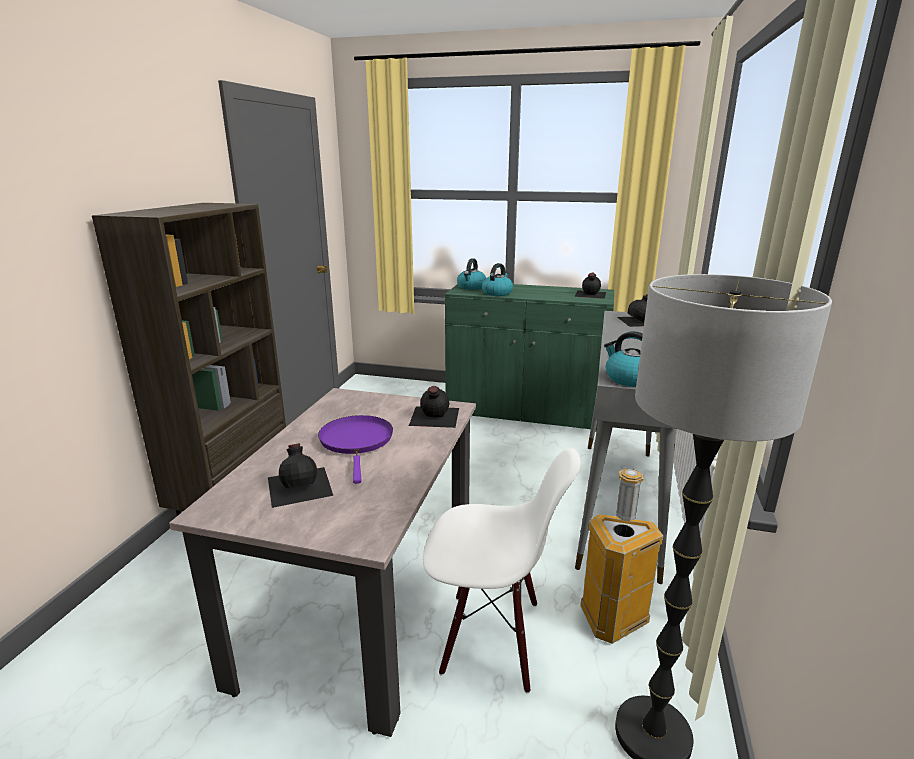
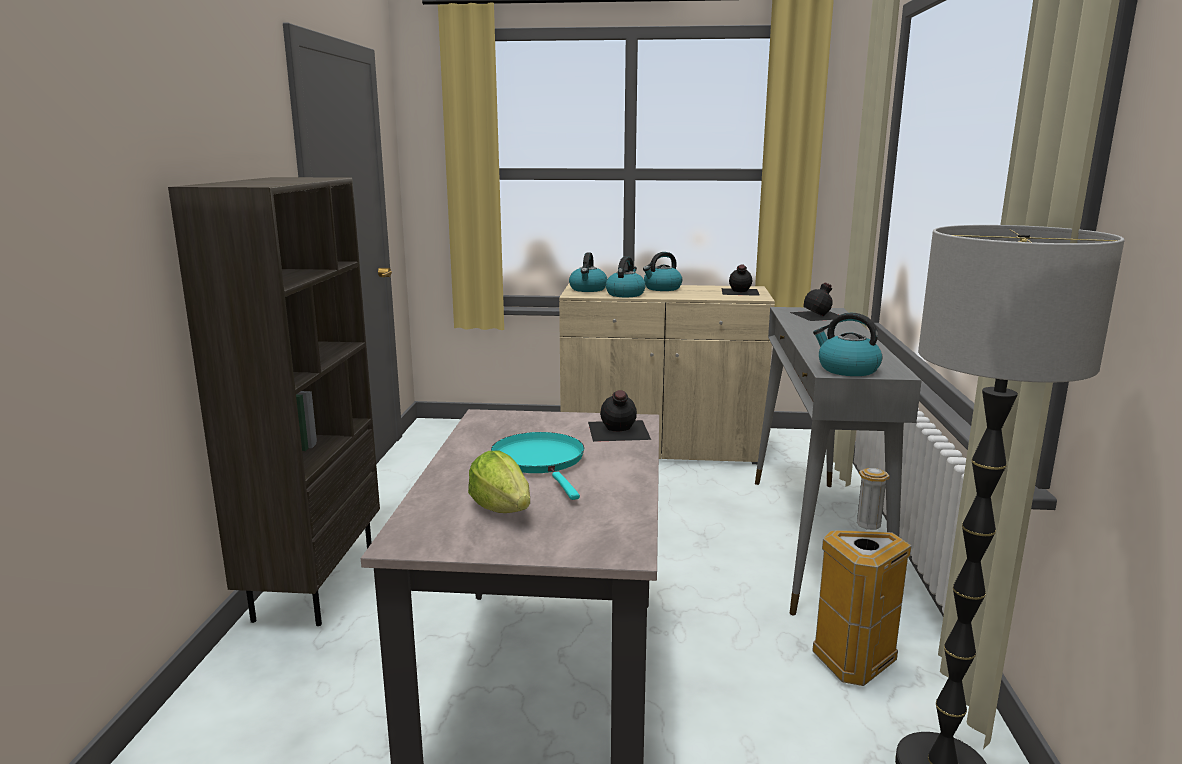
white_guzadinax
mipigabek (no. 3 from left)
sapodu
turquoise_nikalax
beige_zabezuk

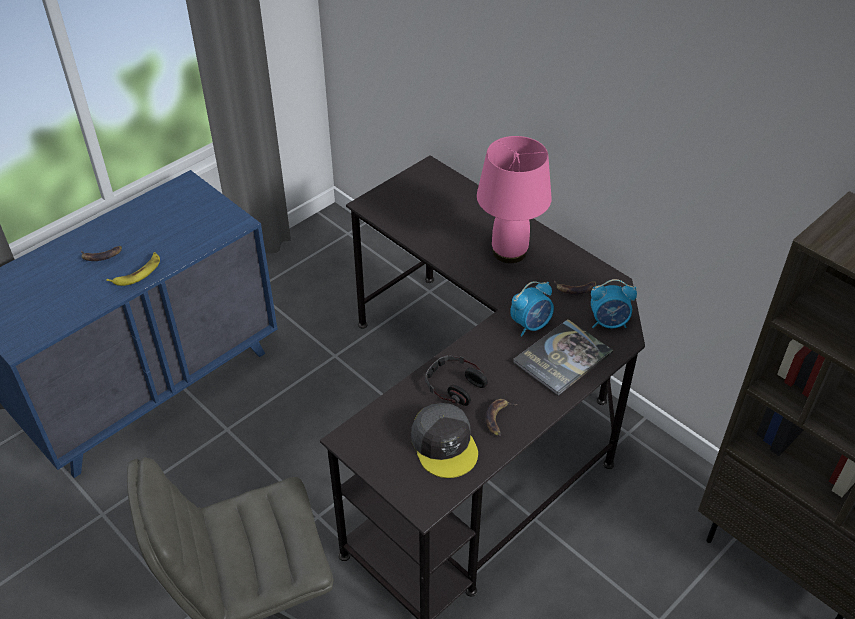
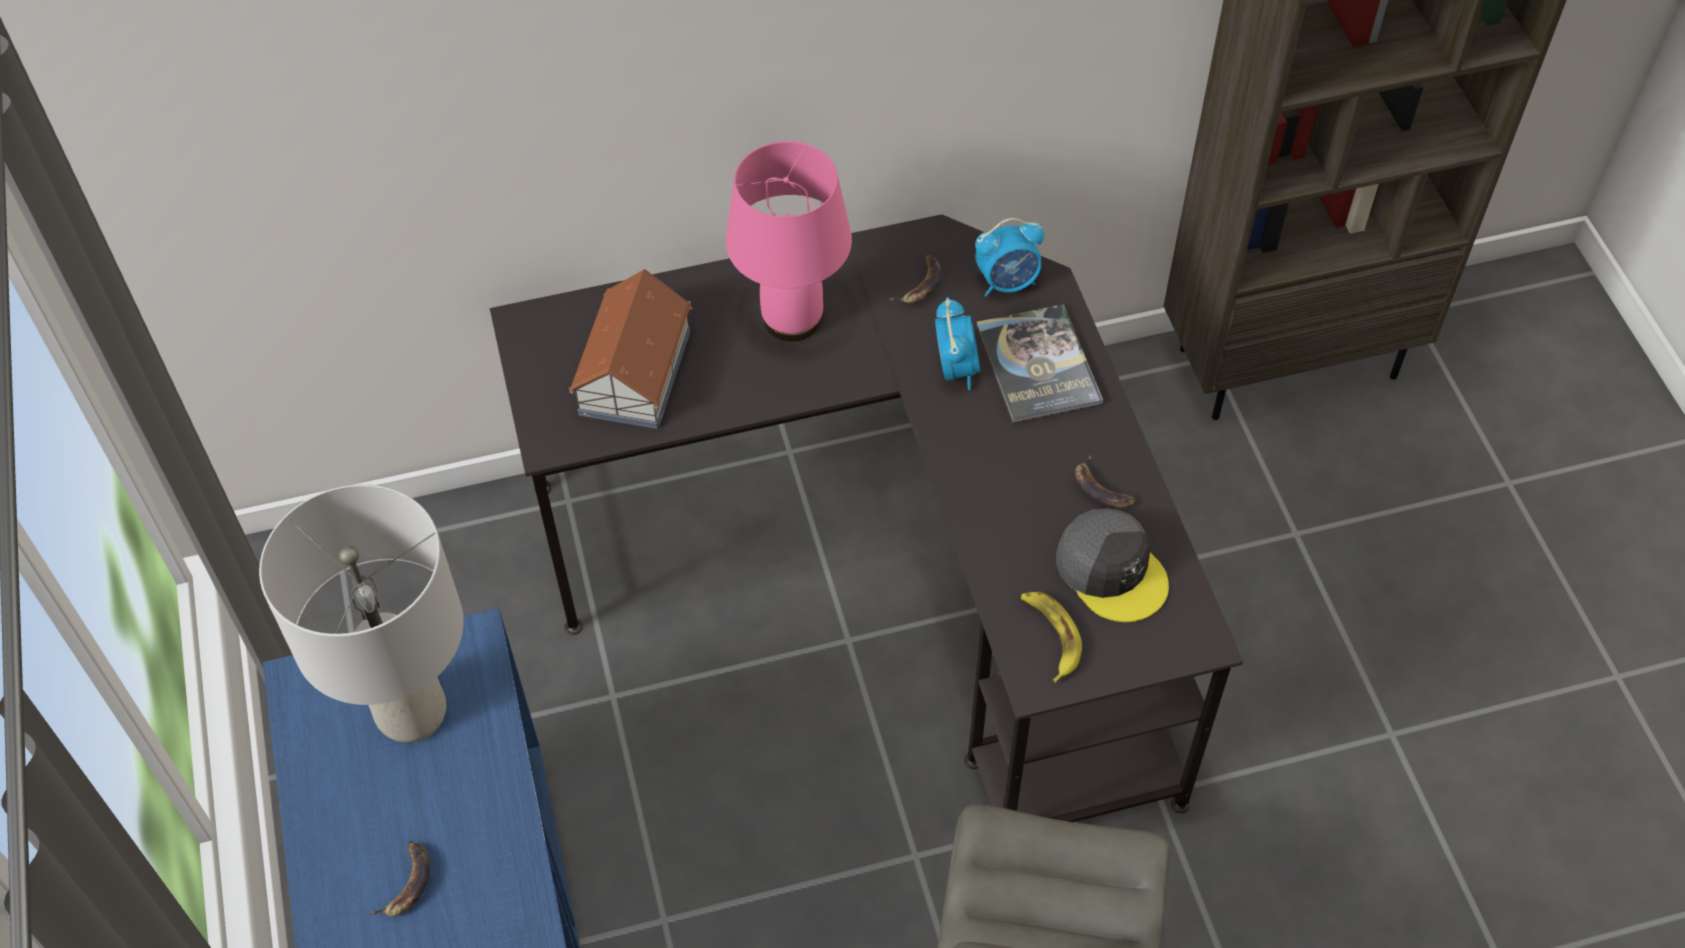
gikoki
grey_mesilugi
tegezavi
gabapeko (no. 3 from left)
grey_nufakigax
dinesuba (no. 2 from left)

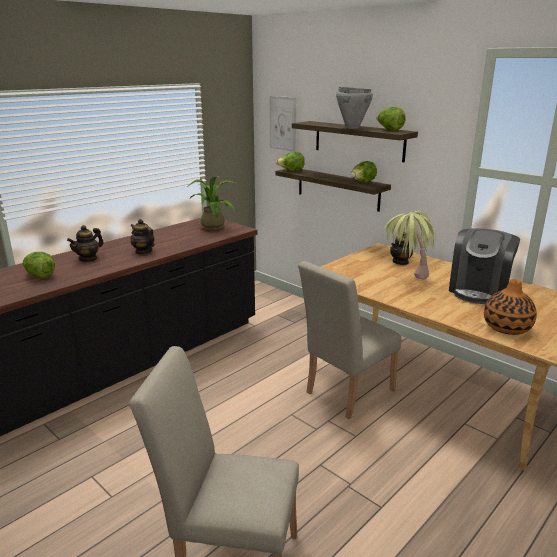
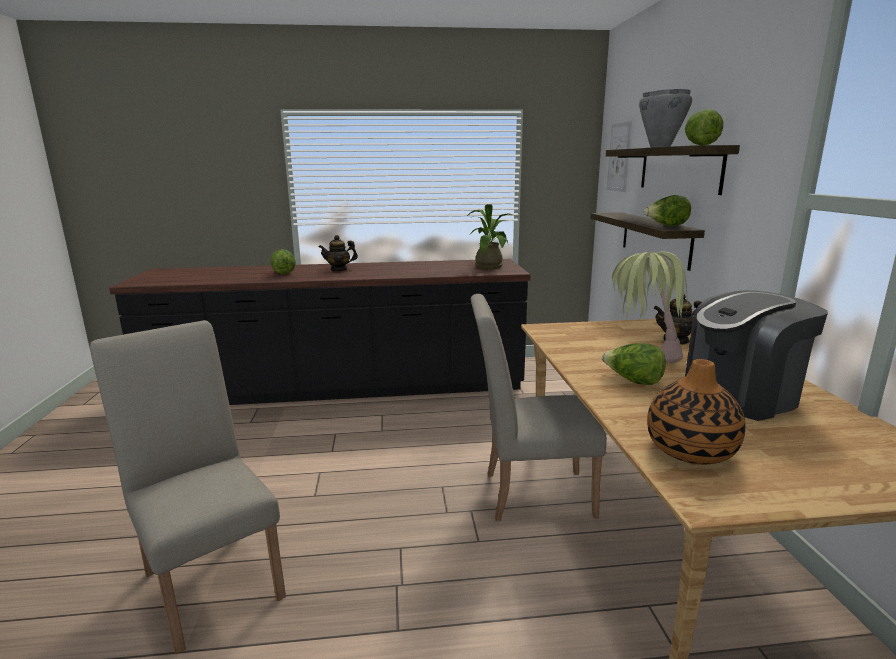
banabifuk (no. 2 from left in the first image)
sapodu (no. 2 from left)

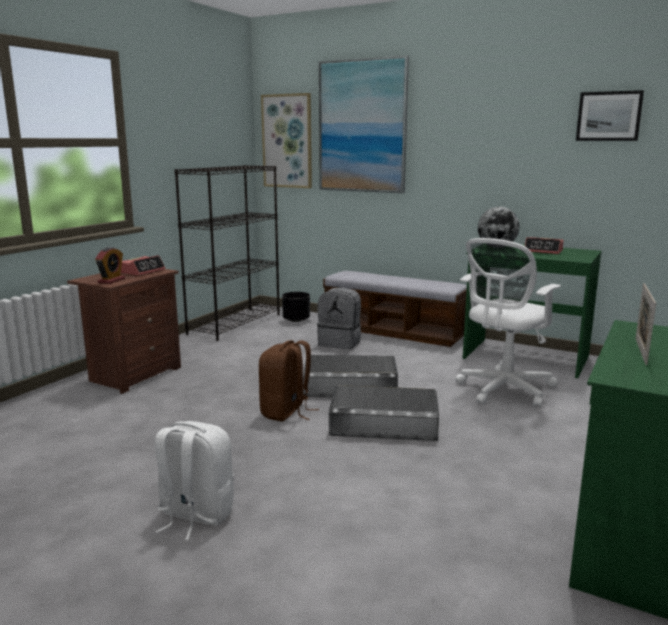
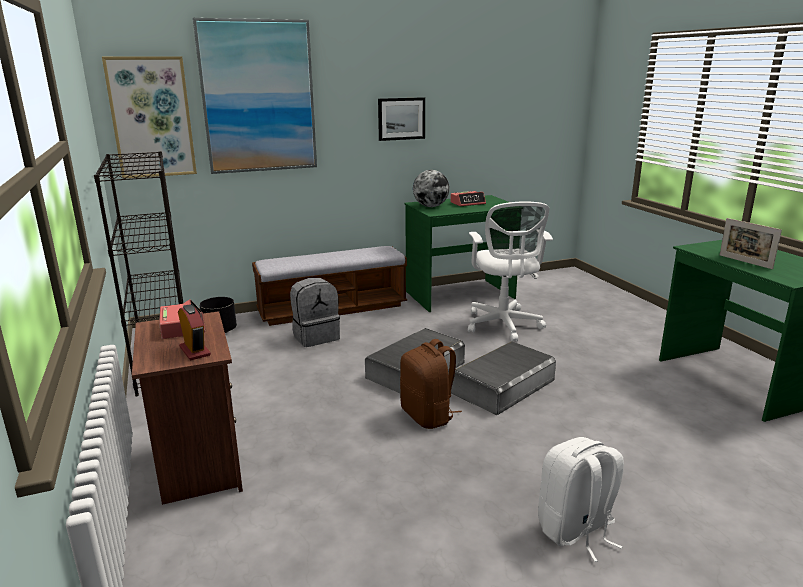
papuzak (no. 3 from left)

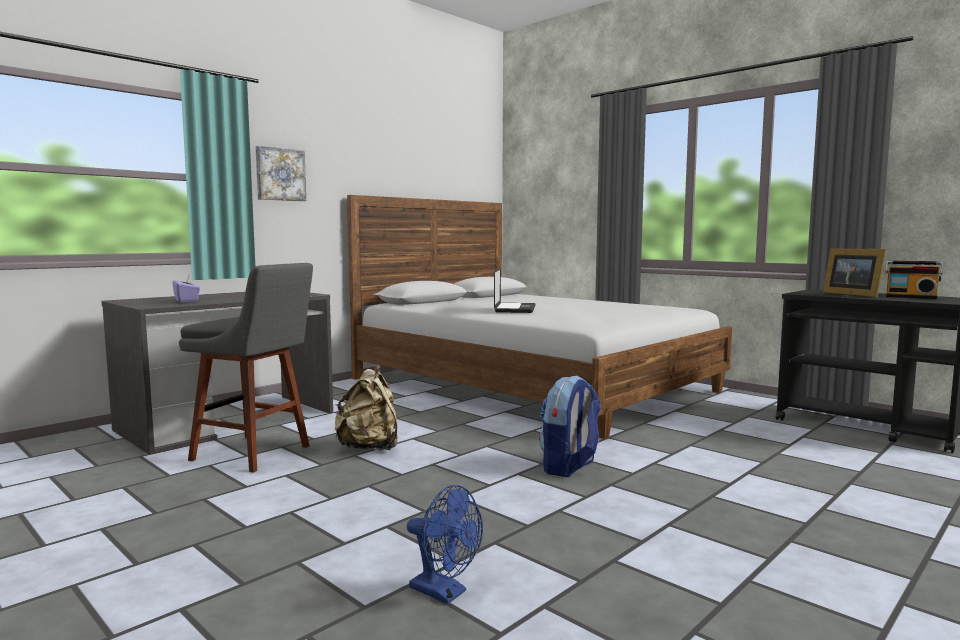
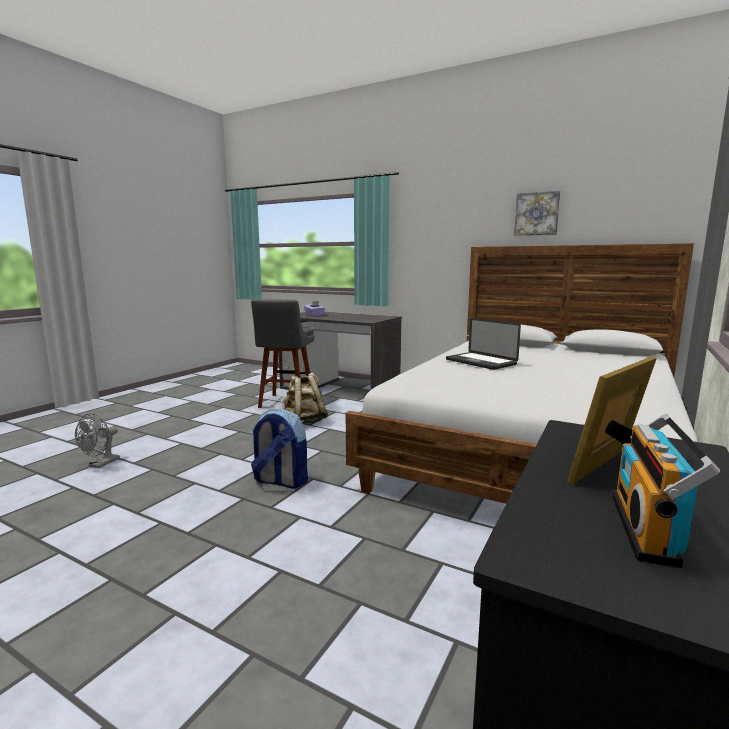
papuzak
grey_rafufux
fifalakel

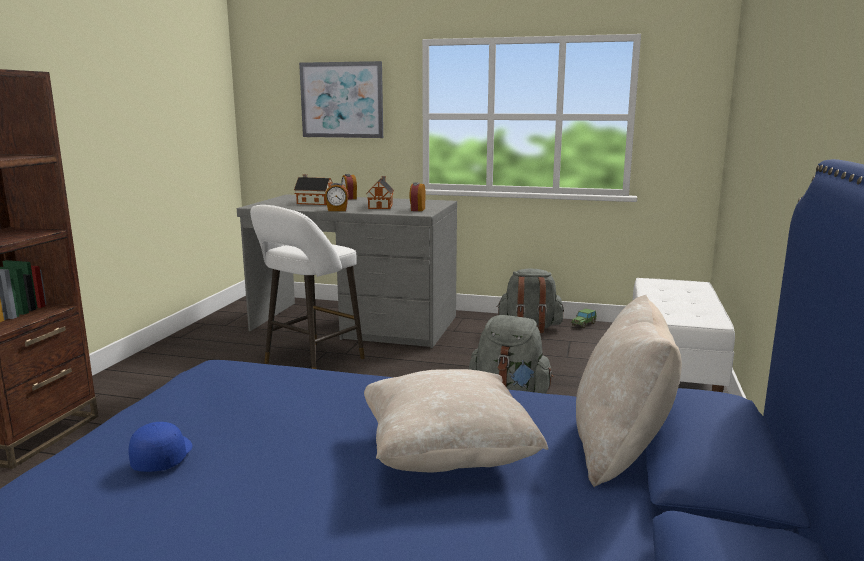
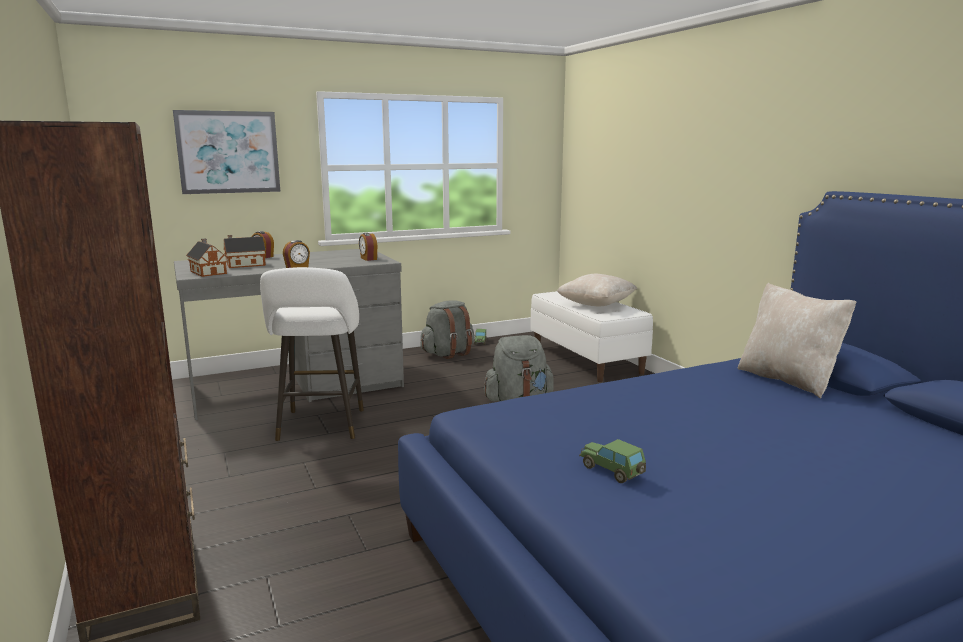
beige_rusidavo (no. 1 from left)
tegezavi (no. 1 from left)
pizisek (no. 2 from left)

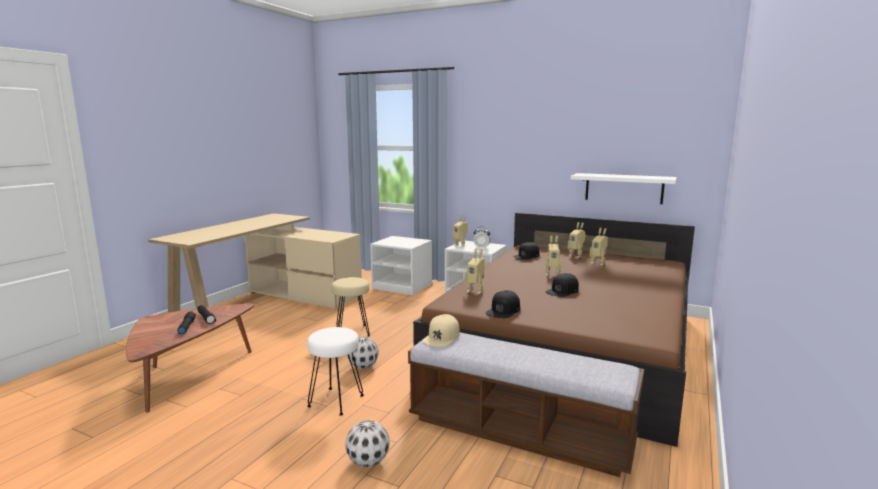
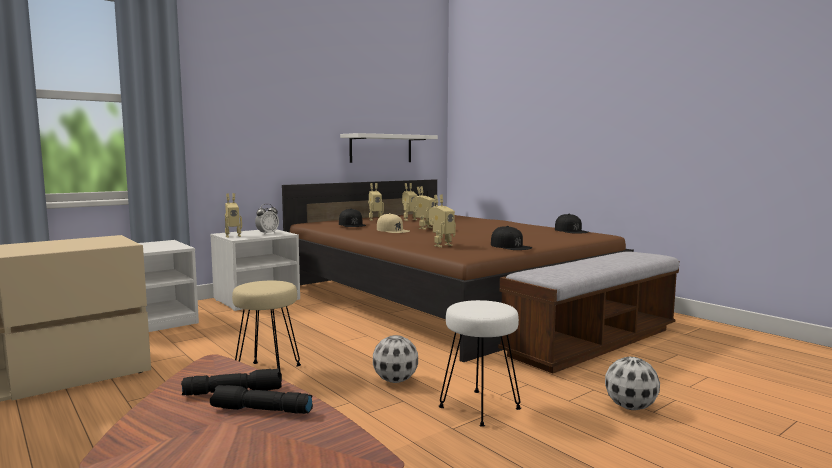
beige_nufakigax
black_nufakigax (no. 3 from left)

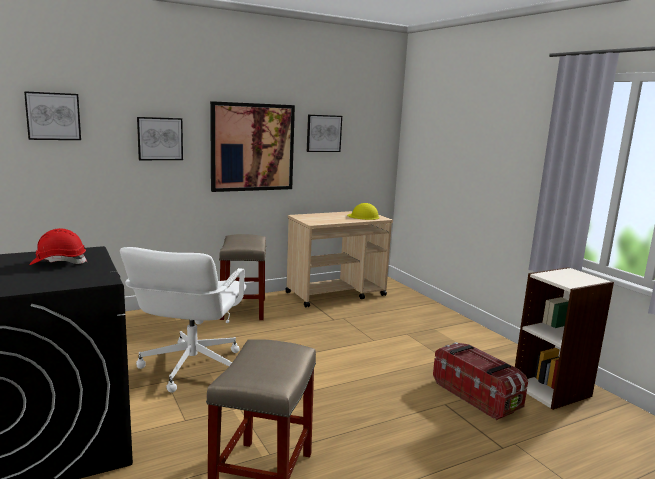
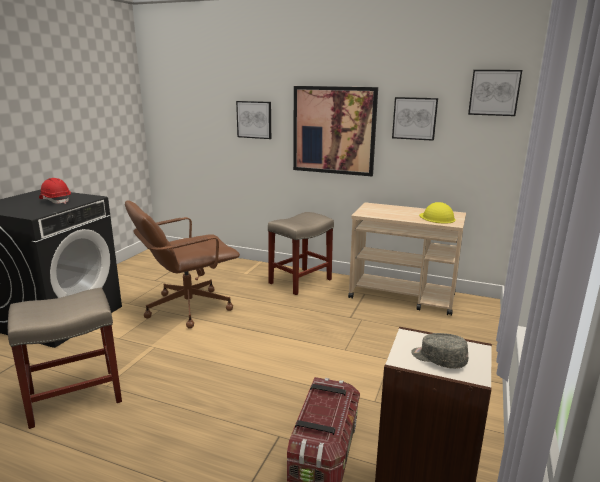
grey_nufakigax
papuzak (no. 4 from left)
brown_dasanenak

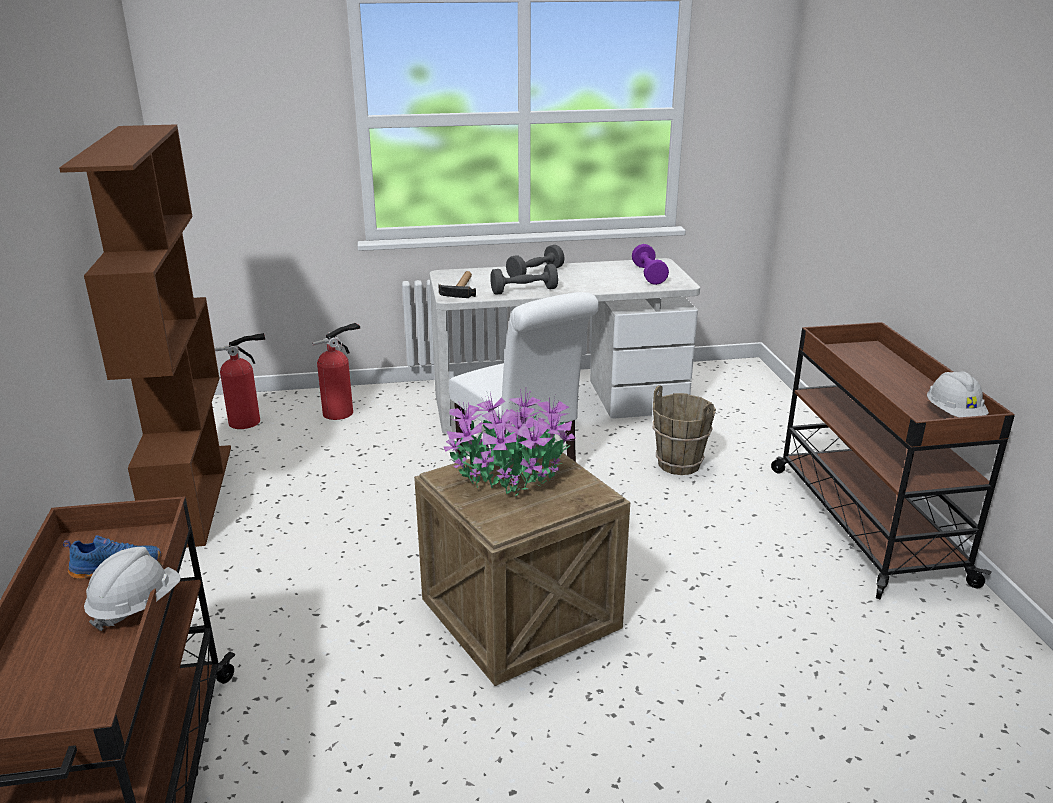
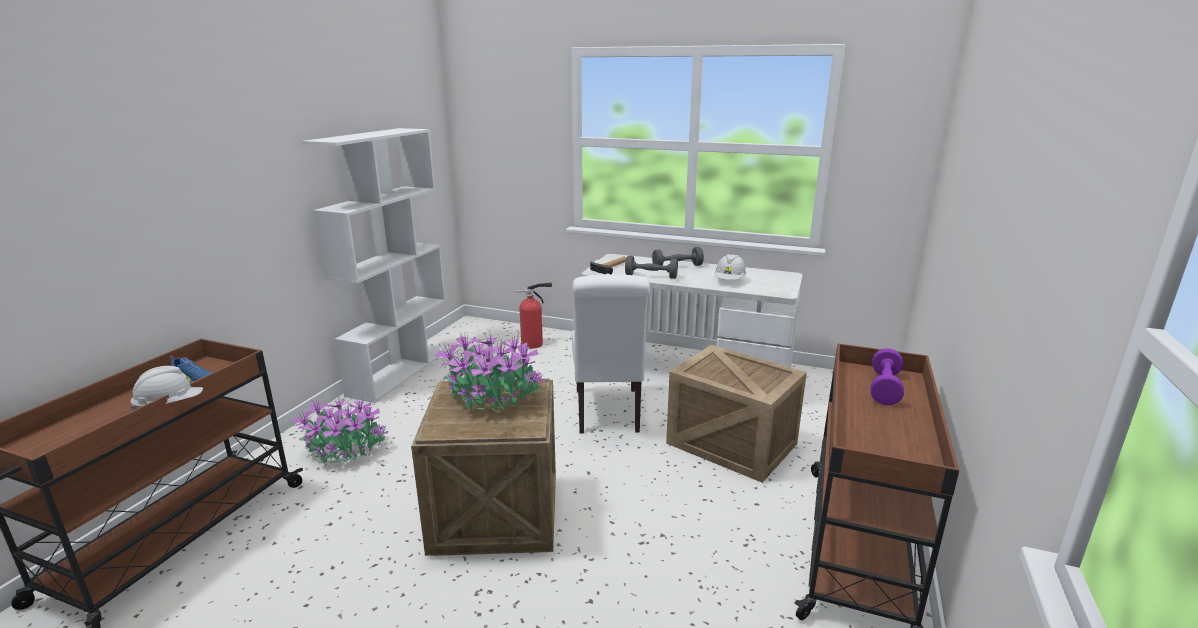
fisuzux (no. 1 from left in the first image)
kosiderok (no. 1 from left)
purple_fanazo
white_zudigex (no. 2 from left)
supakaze (no. 2 from left)
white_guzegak

